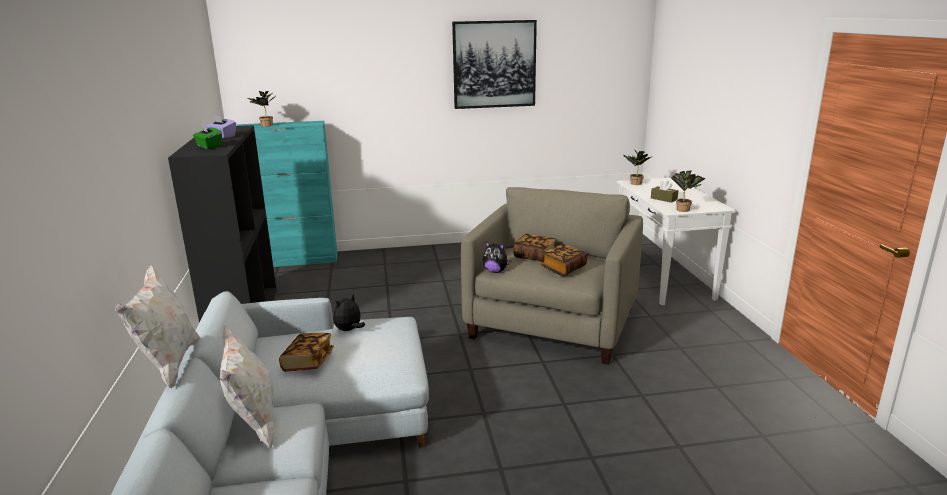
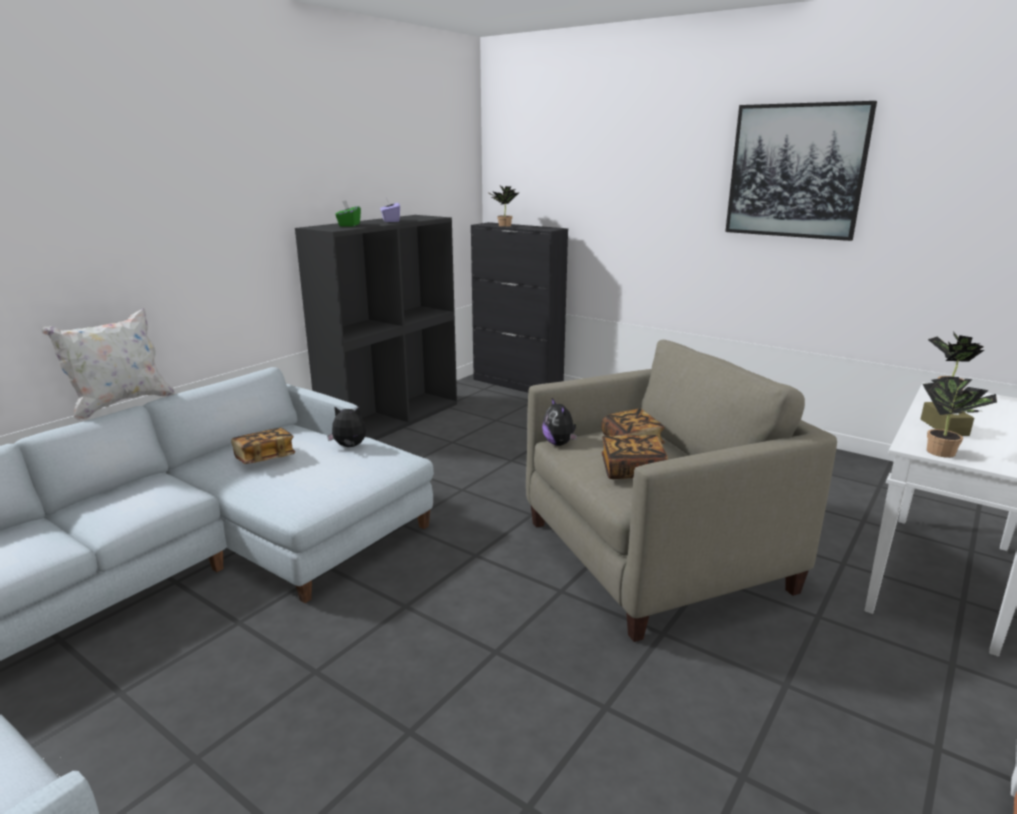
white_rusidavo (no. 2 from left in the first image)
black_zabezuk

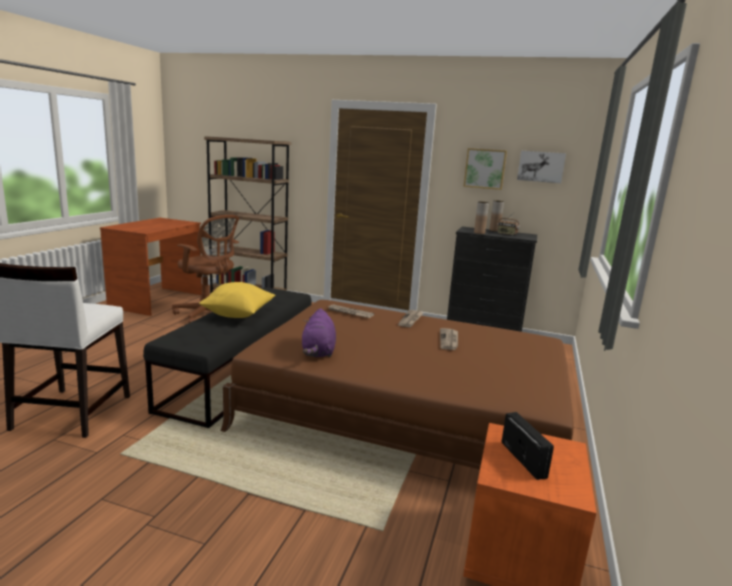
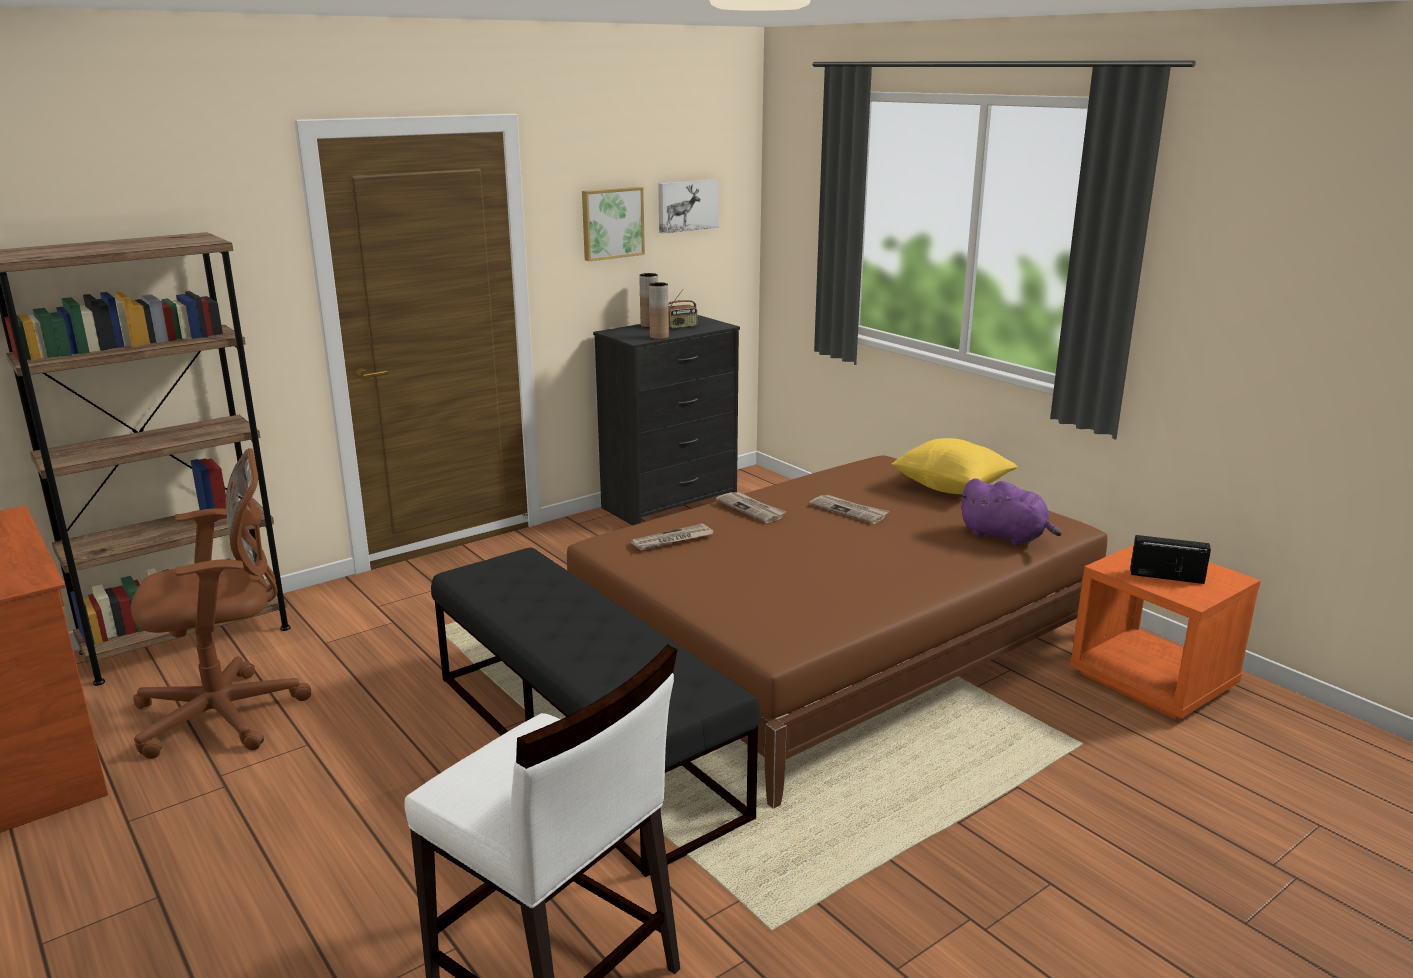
yellow_rusidavo
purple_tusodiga

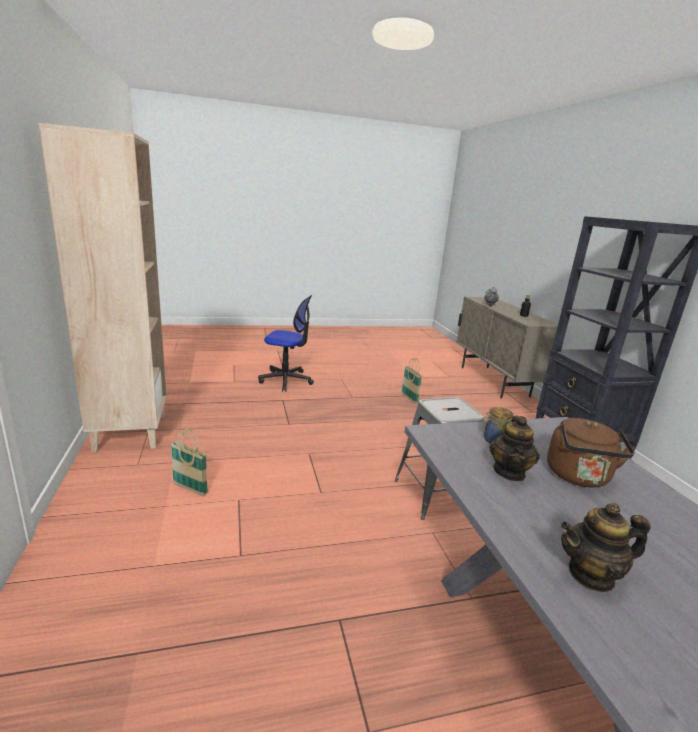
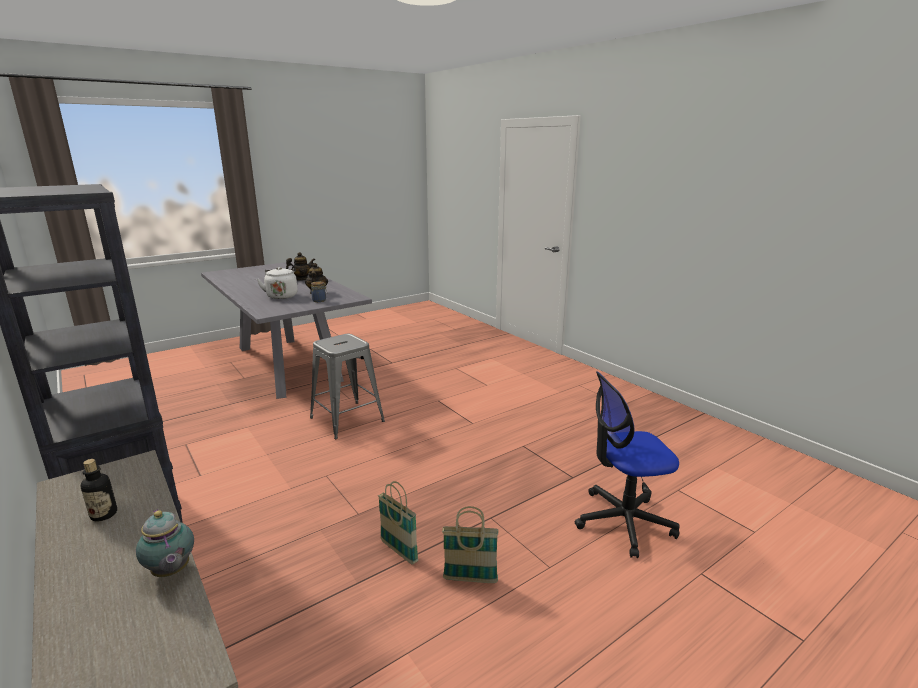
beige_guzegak
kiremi (no. 2 from left)
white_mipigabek

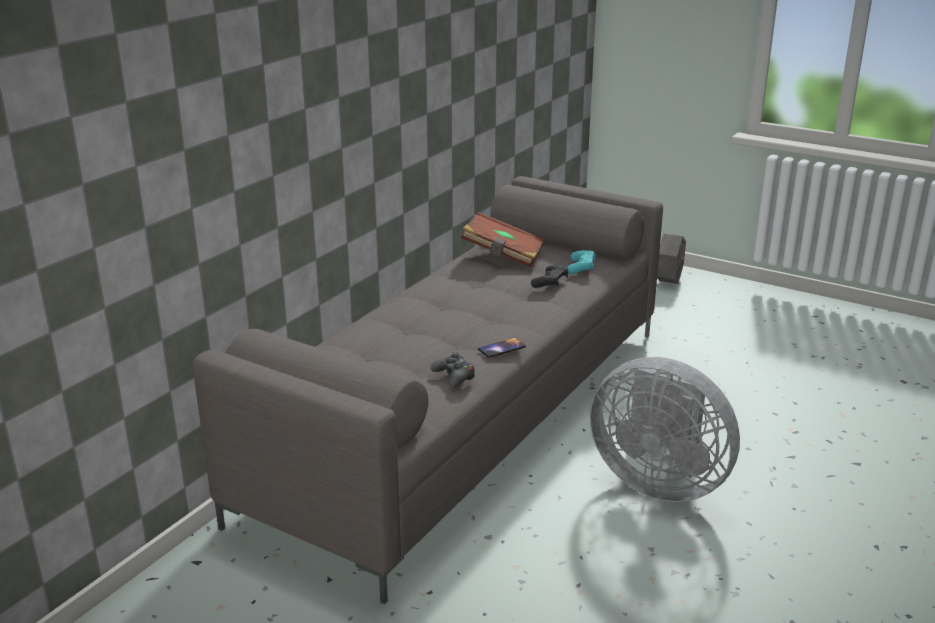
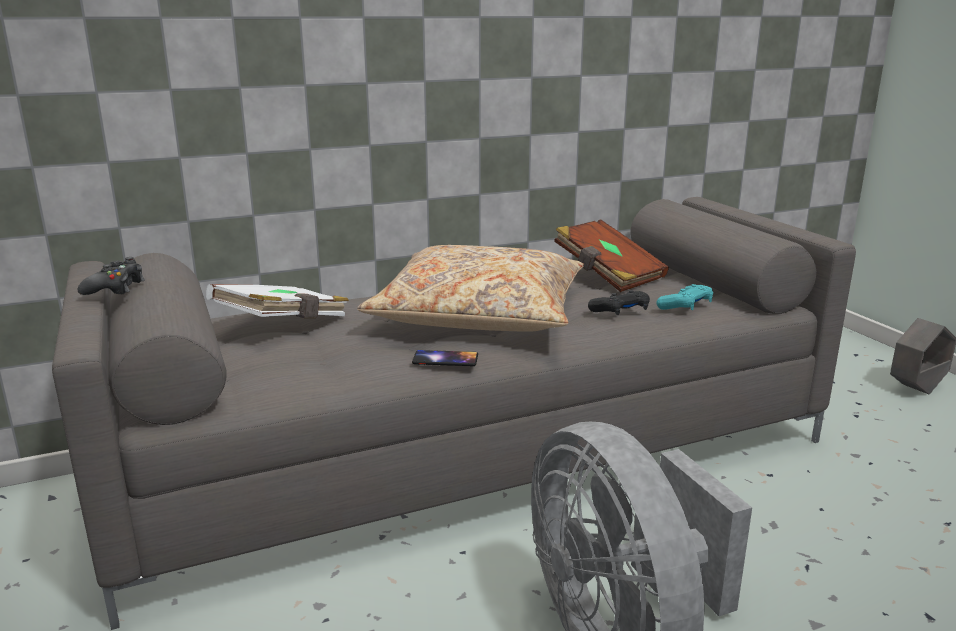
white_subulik
beige_rusidavo
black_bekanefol (no. 1 from left)

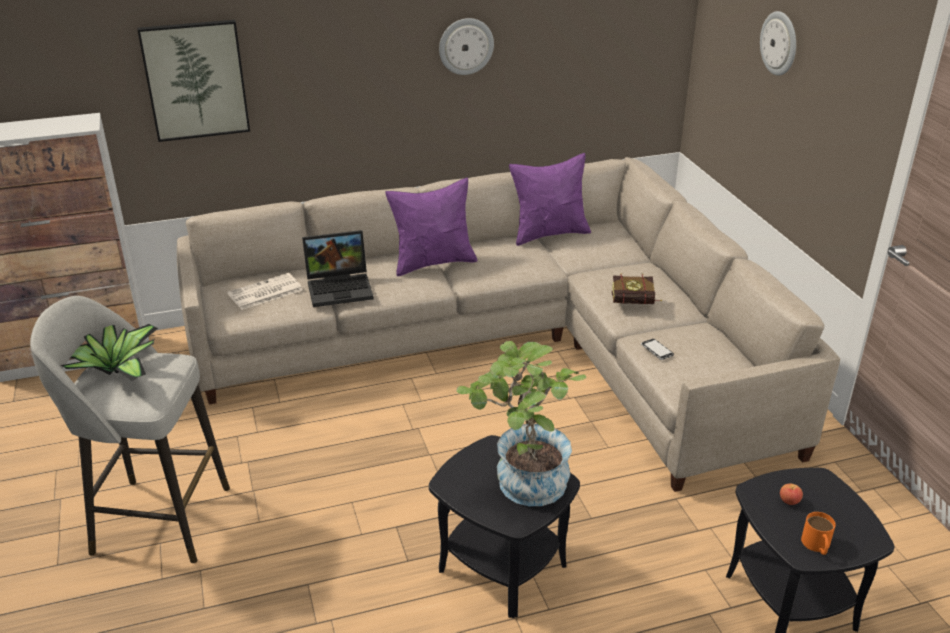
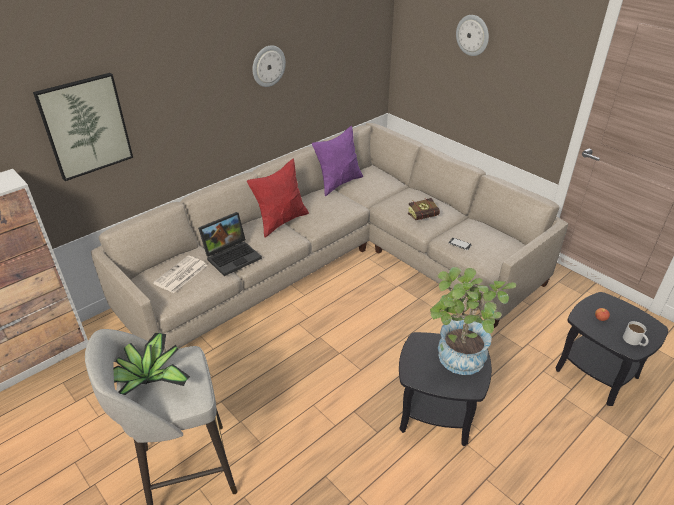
red_rusidavo
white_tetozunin

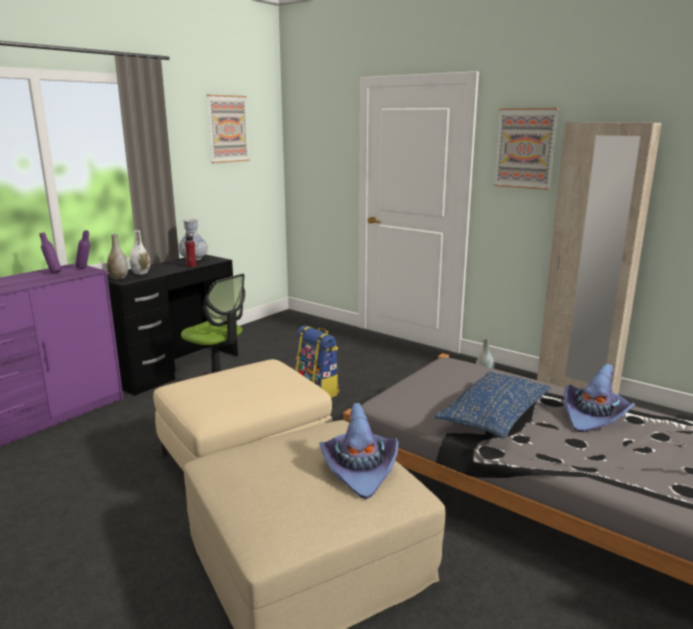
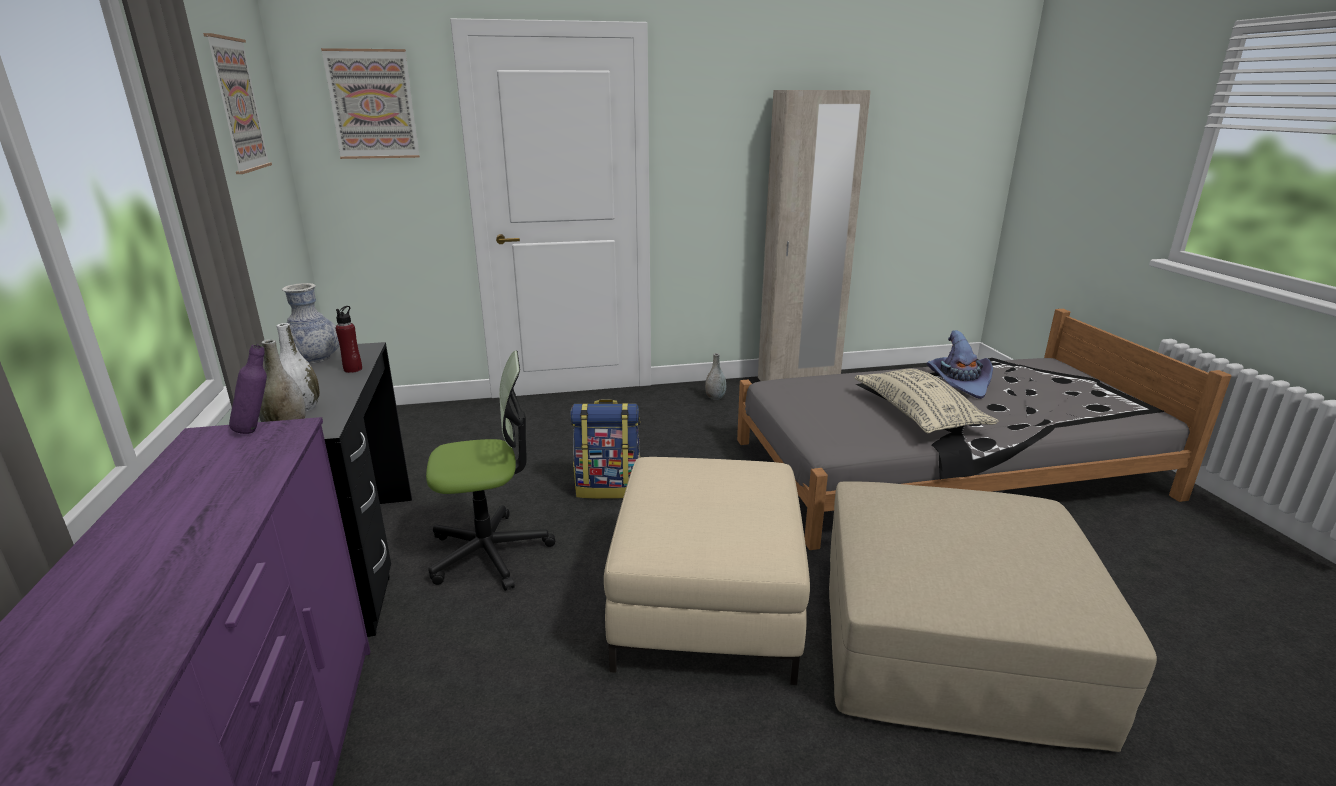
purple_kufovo (no. 1 from left in the first image)
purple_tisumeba (no. 1 from left in the first image)
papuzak (no. 2 from left)
beige_rusidavo

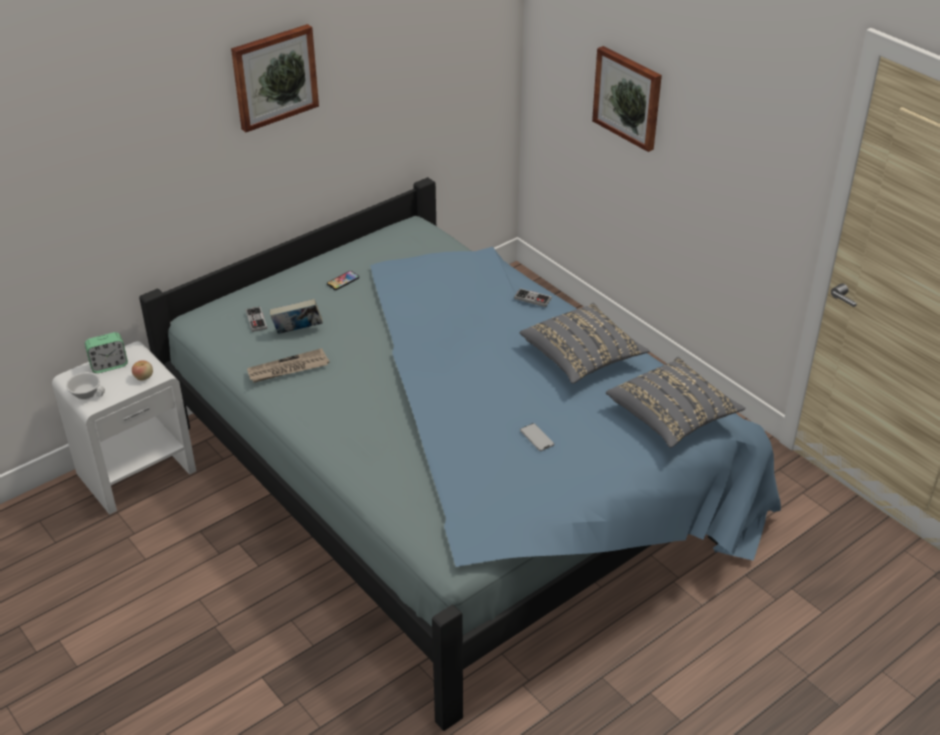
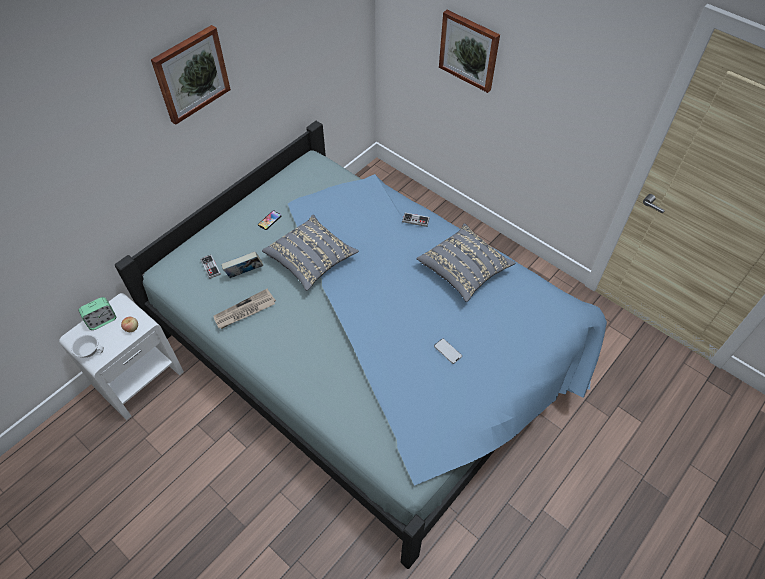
grey_rusidavo (no. 1 from left)

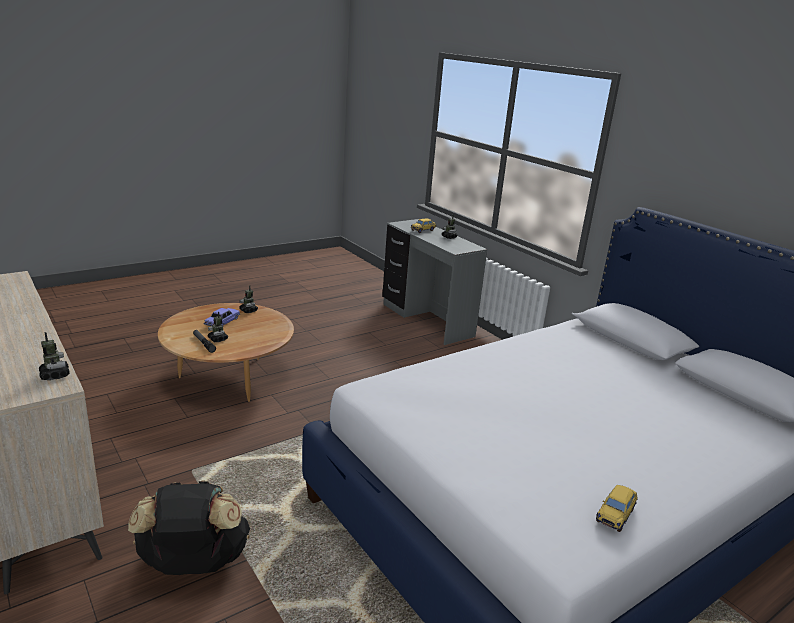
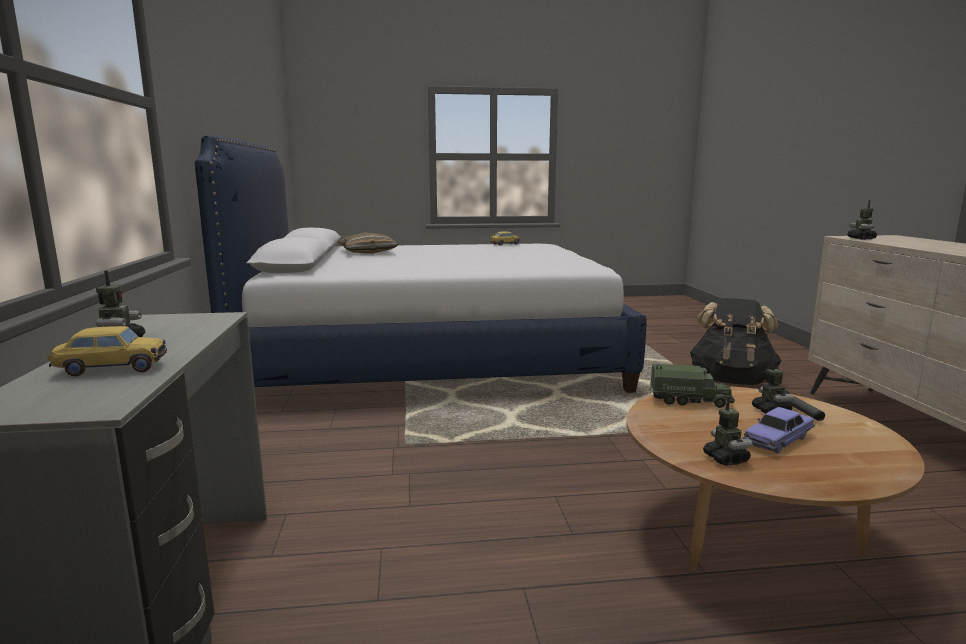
rusidavo
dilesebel

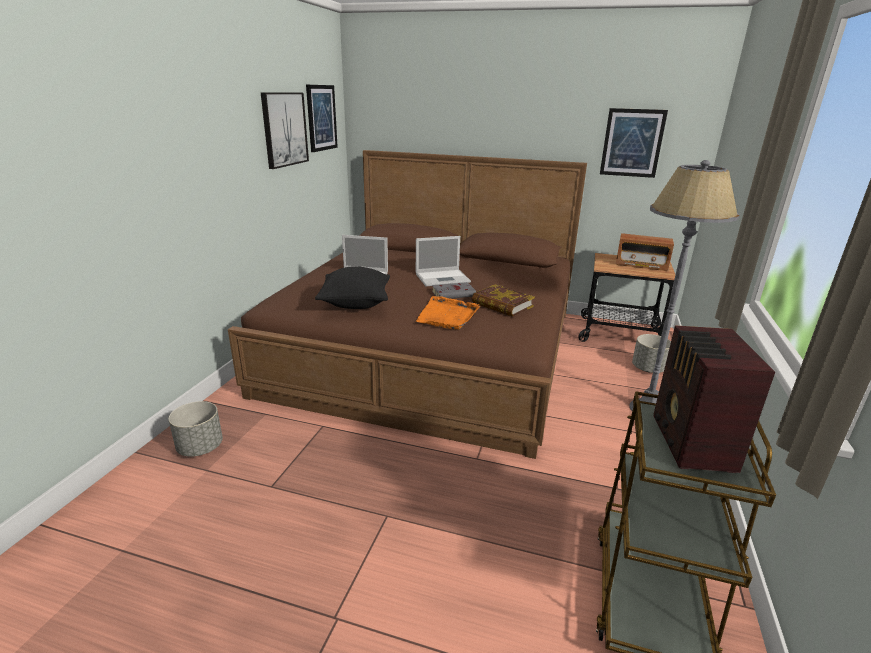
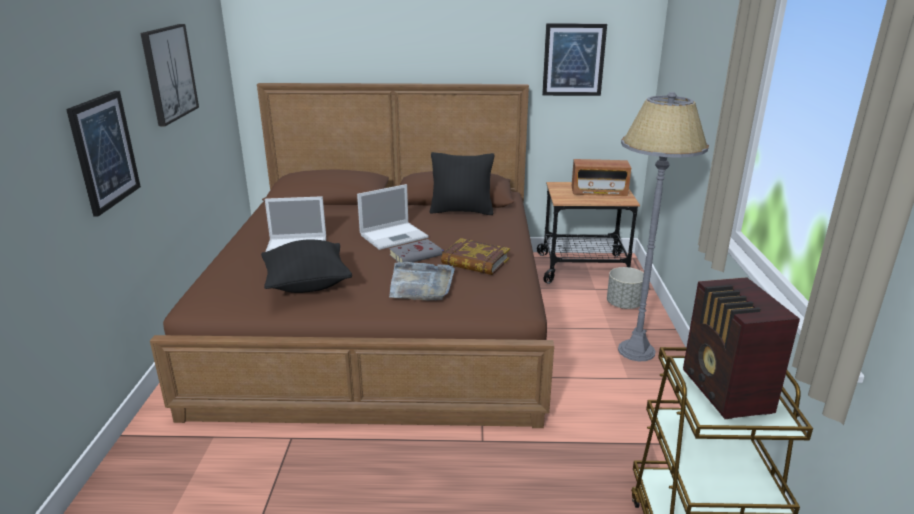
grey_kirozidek (no. 1 from left in the first image)
black_rusidavo (no. 2 from left)
papuzak (no. 1 from left)
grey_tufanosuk

